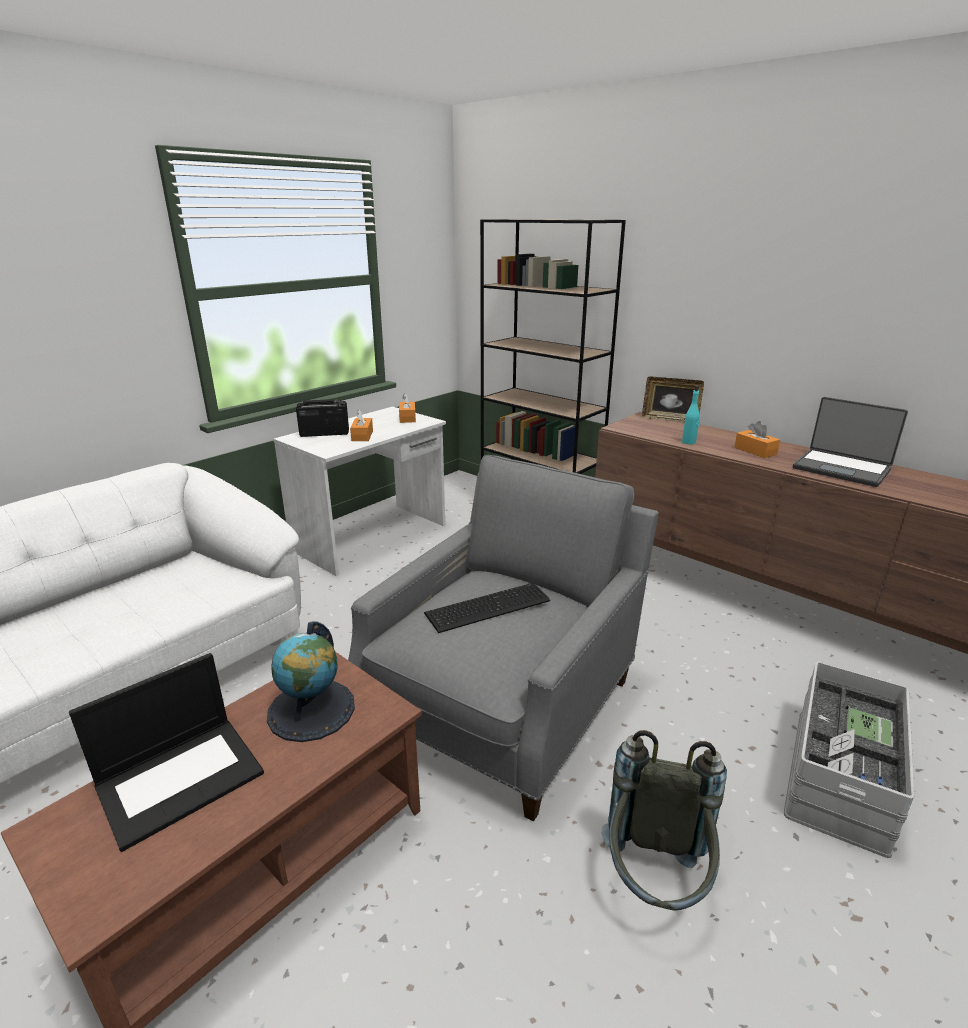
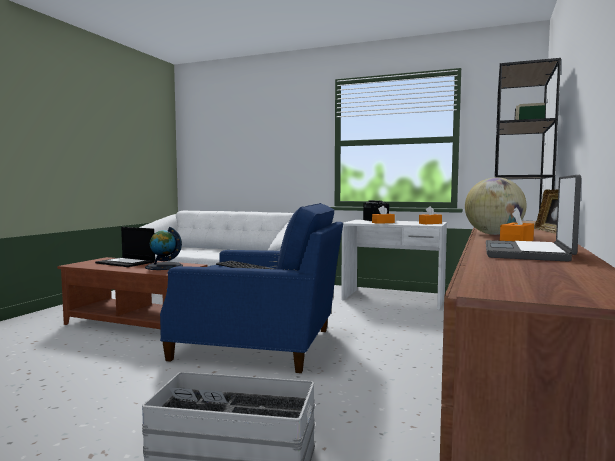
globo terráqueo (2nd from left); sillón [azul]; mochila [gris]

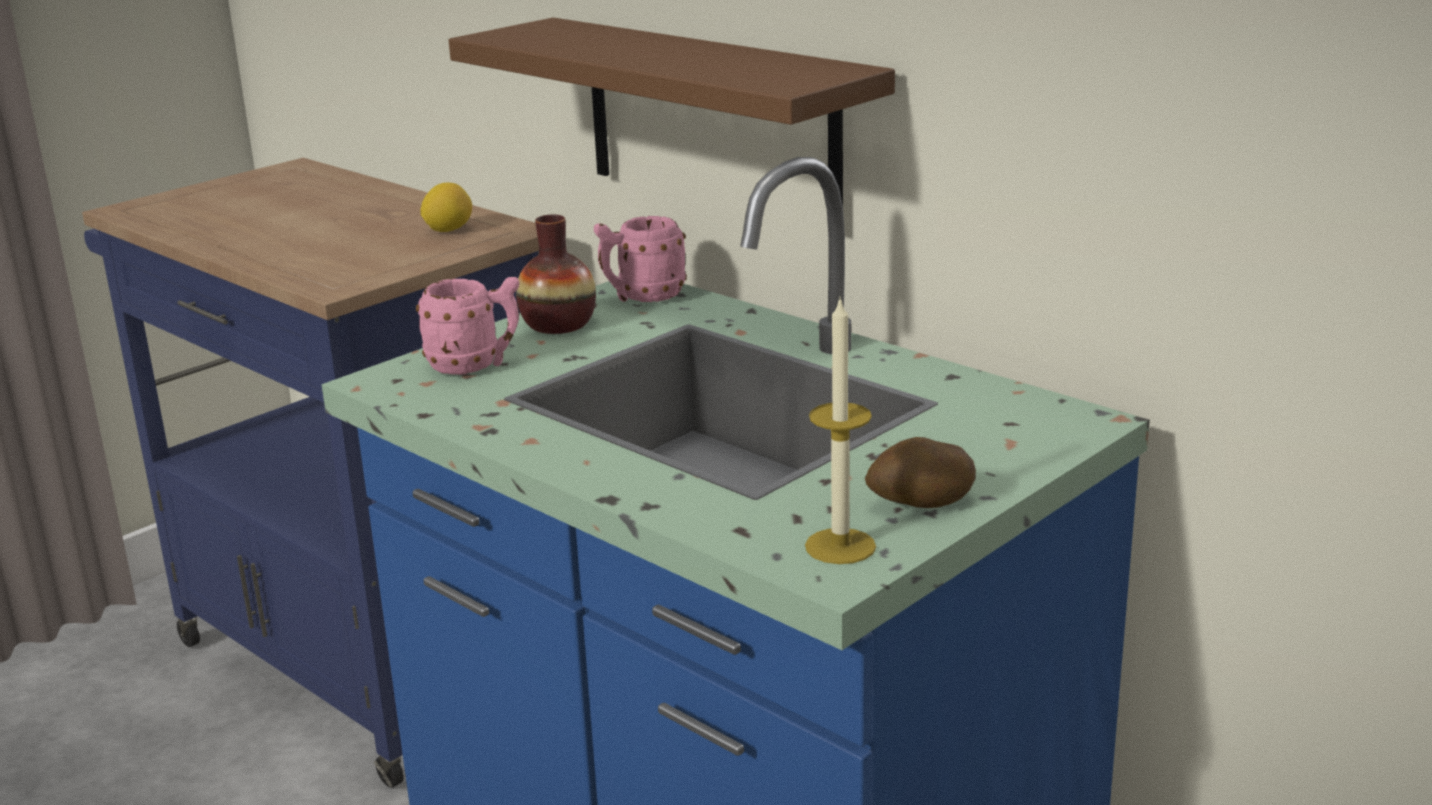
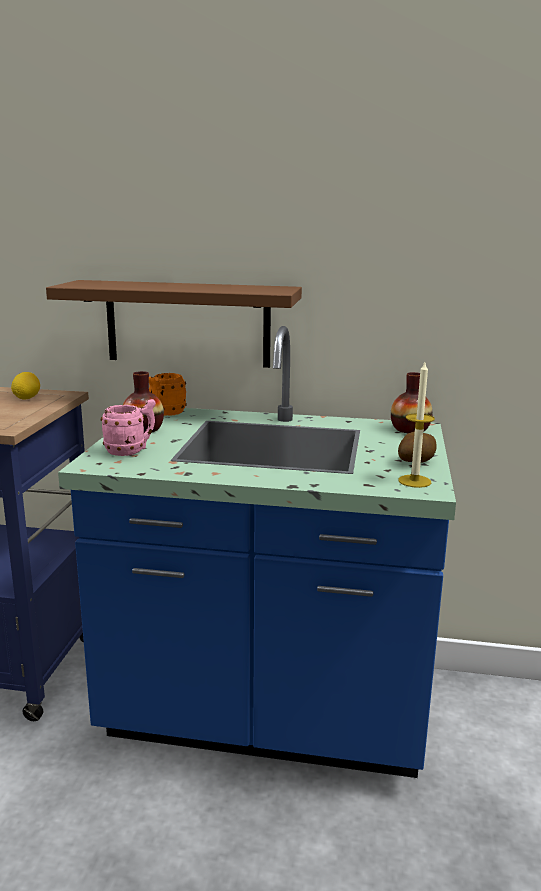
taza grande [naranja]; florero (2nd from left)

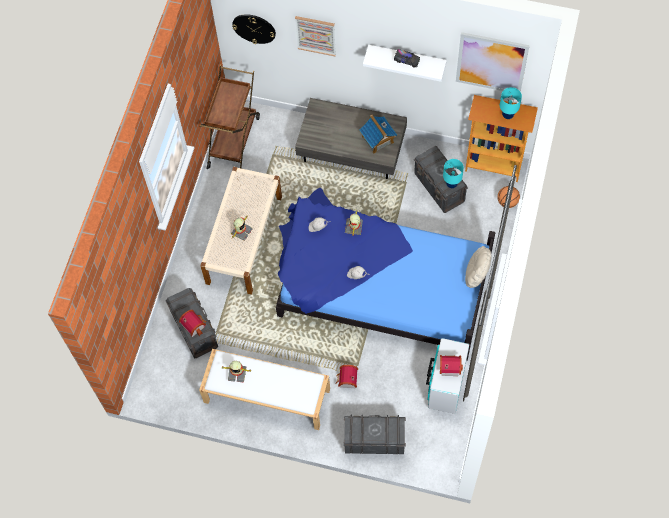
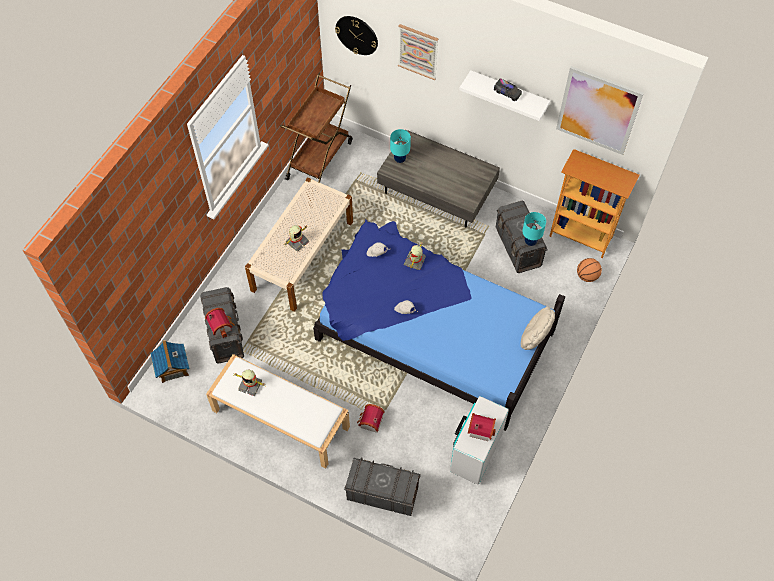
lámpara de mesa [turquesa] (1st from left); casita (1st from left)

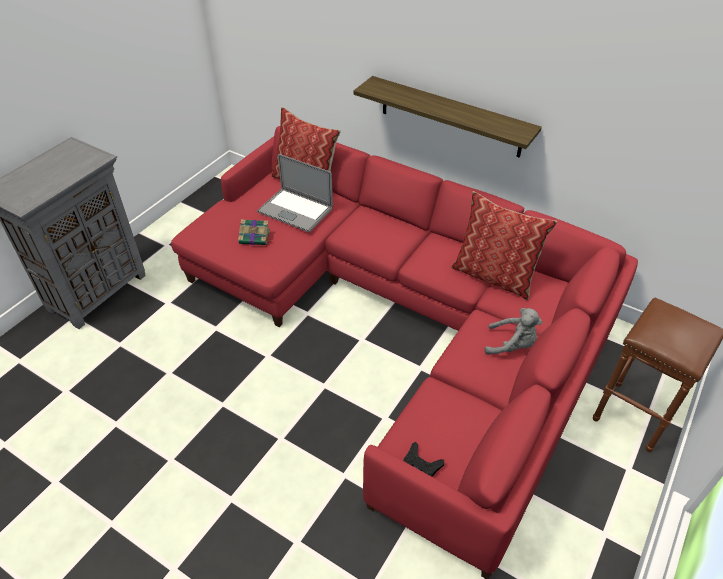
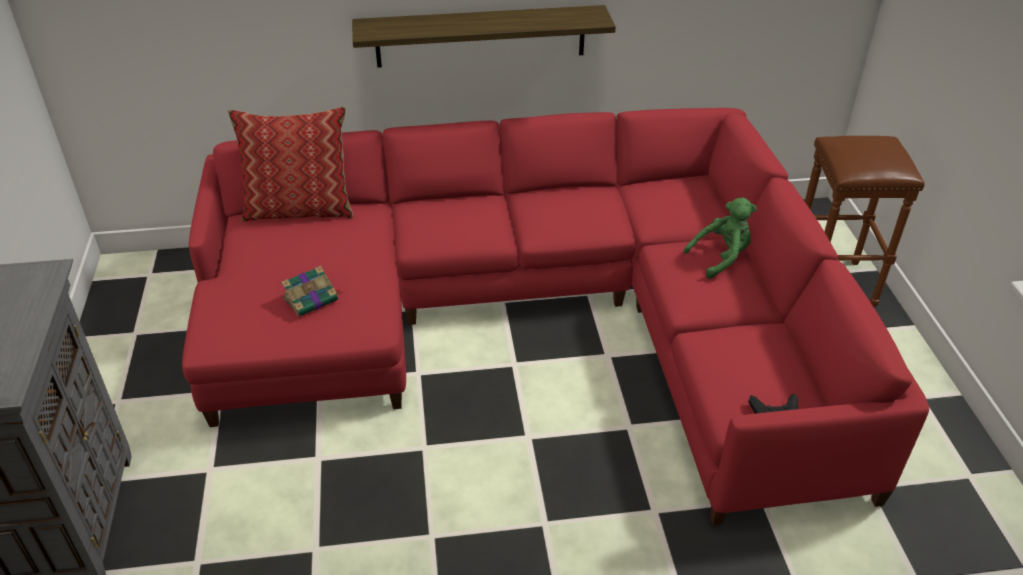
portátil; cojín (2nd from left in the first image); peluche [verde]

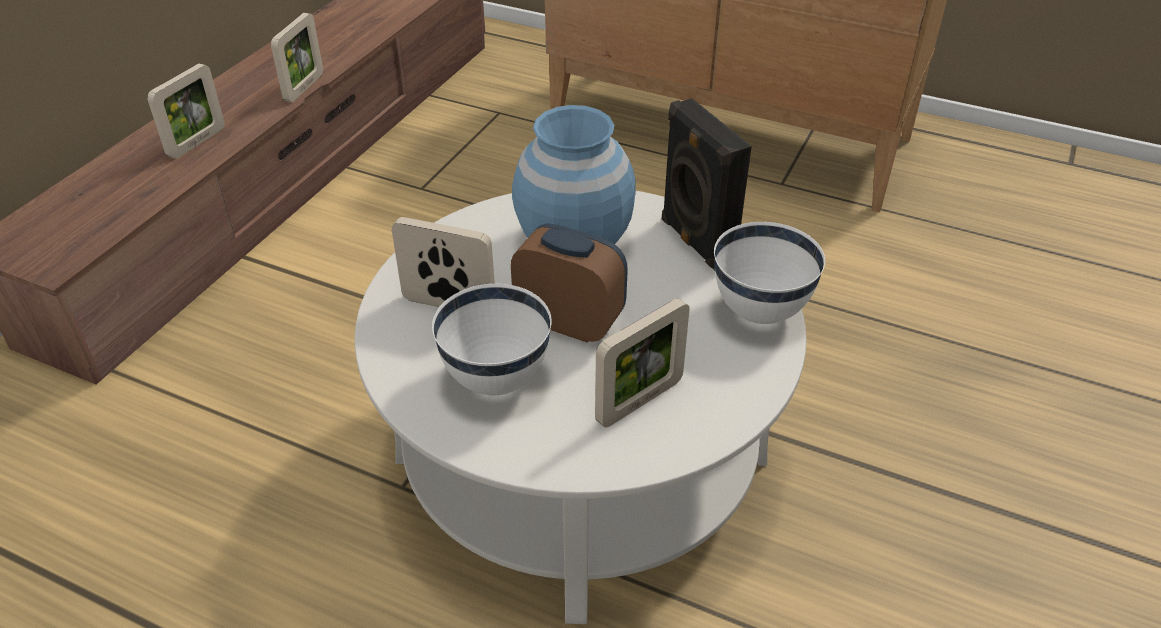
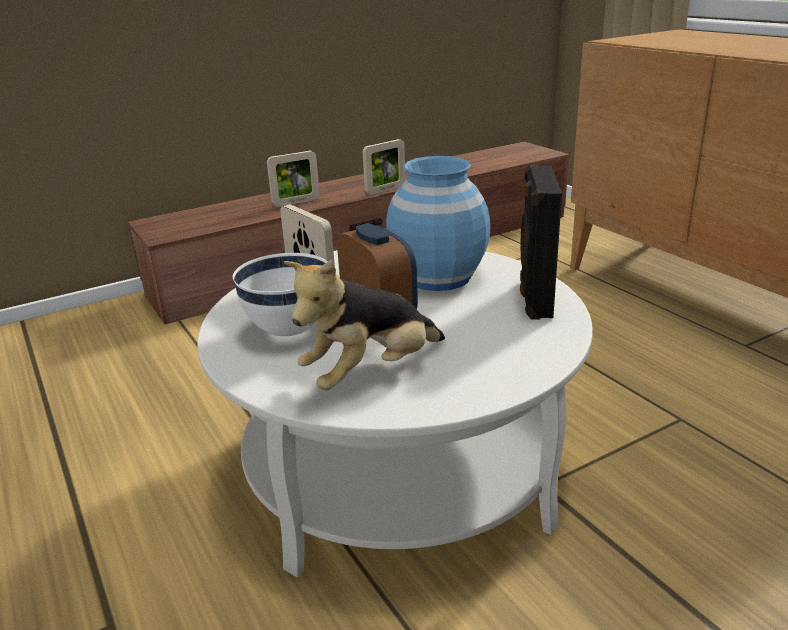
cuenco [blanco] (2nd from left in the first image); peluche

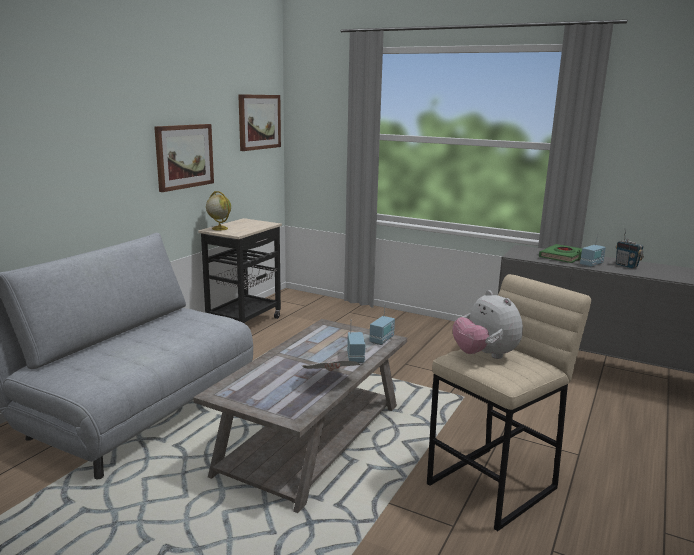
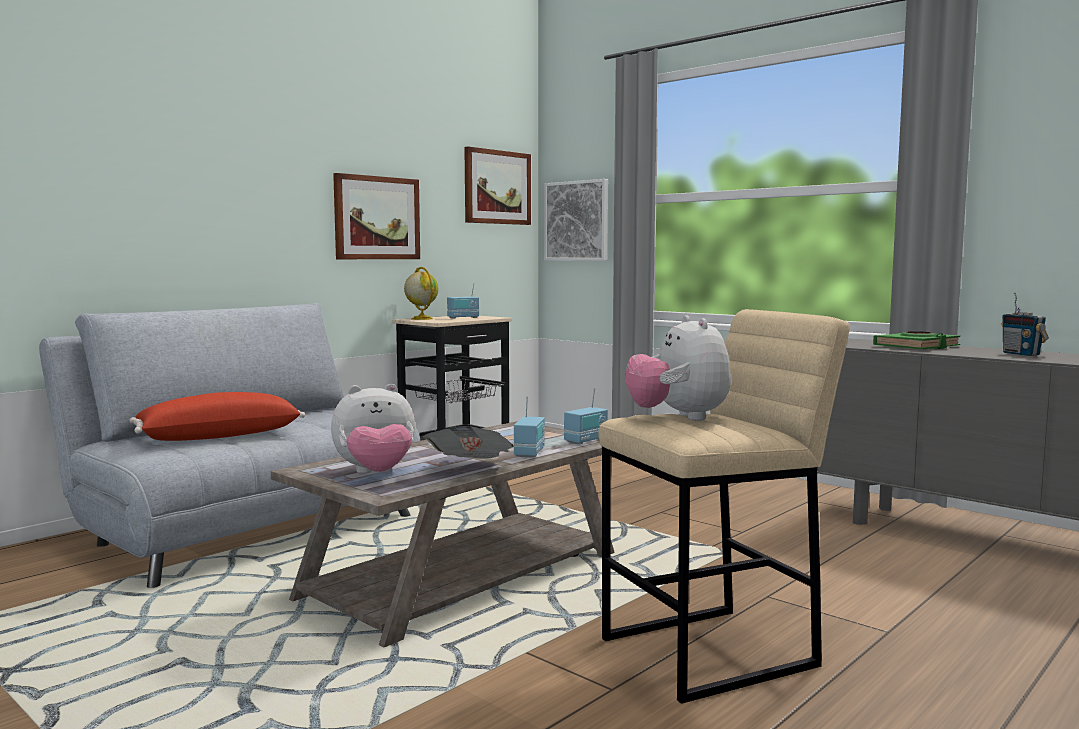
radio (1st from left); cuadro (3rd from left); peluche (1st from left); cojín [rojo]

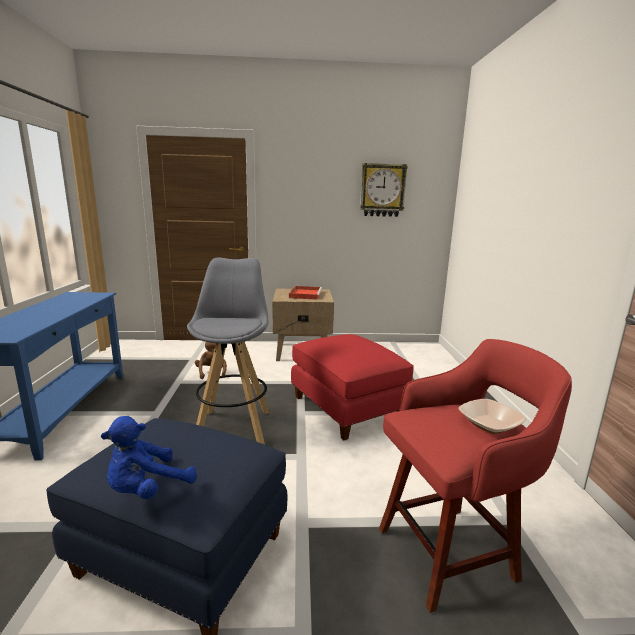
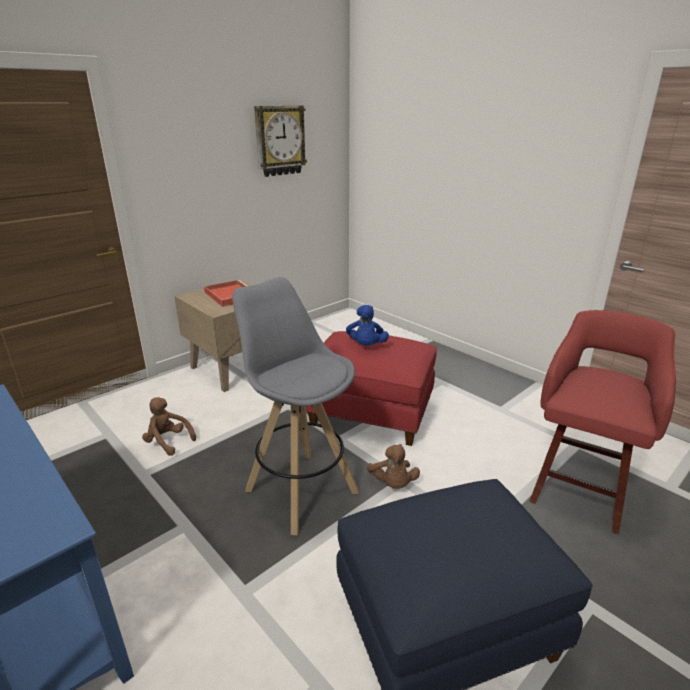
cuenco; peluche [azul]; peluche [marrón] (2nd from left)

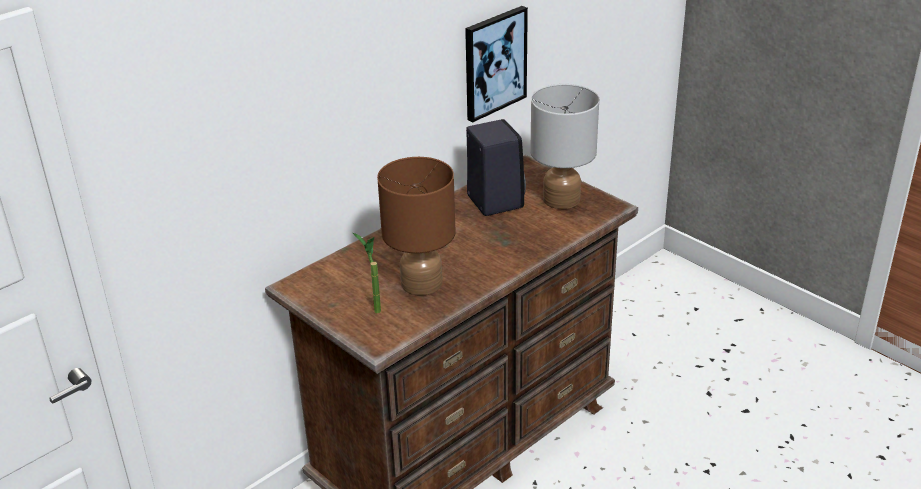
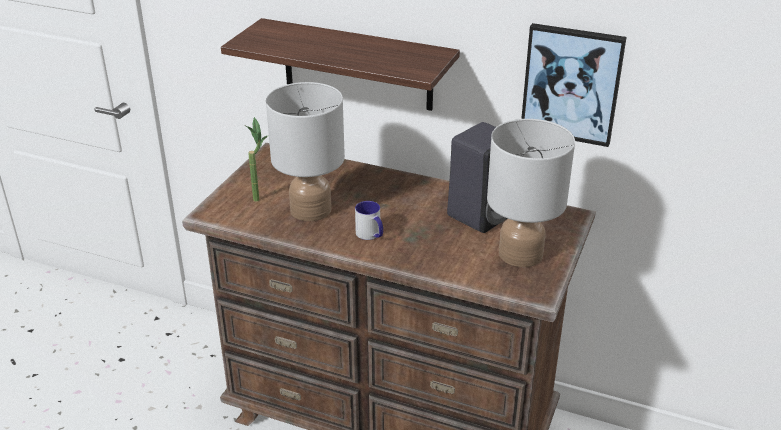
lámpara de mesa [gris] (1st from left); estante; taza grande

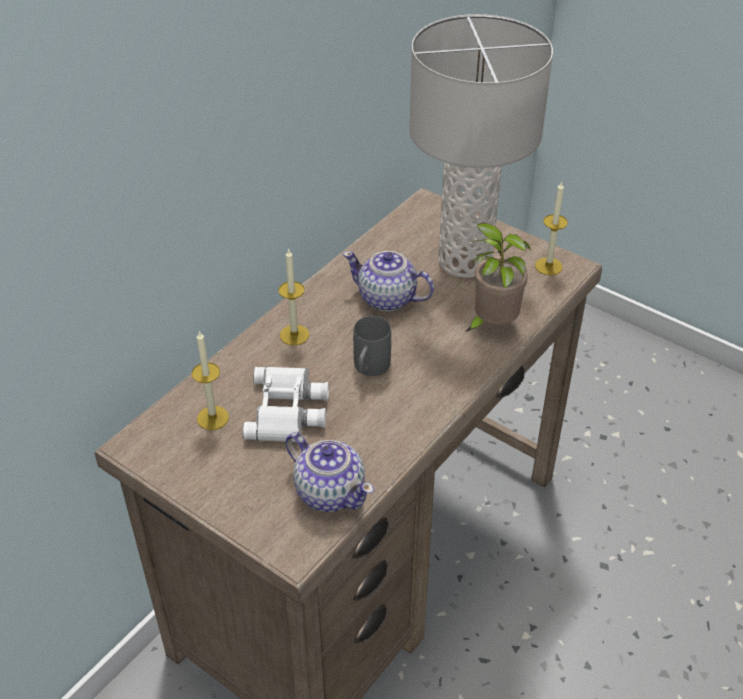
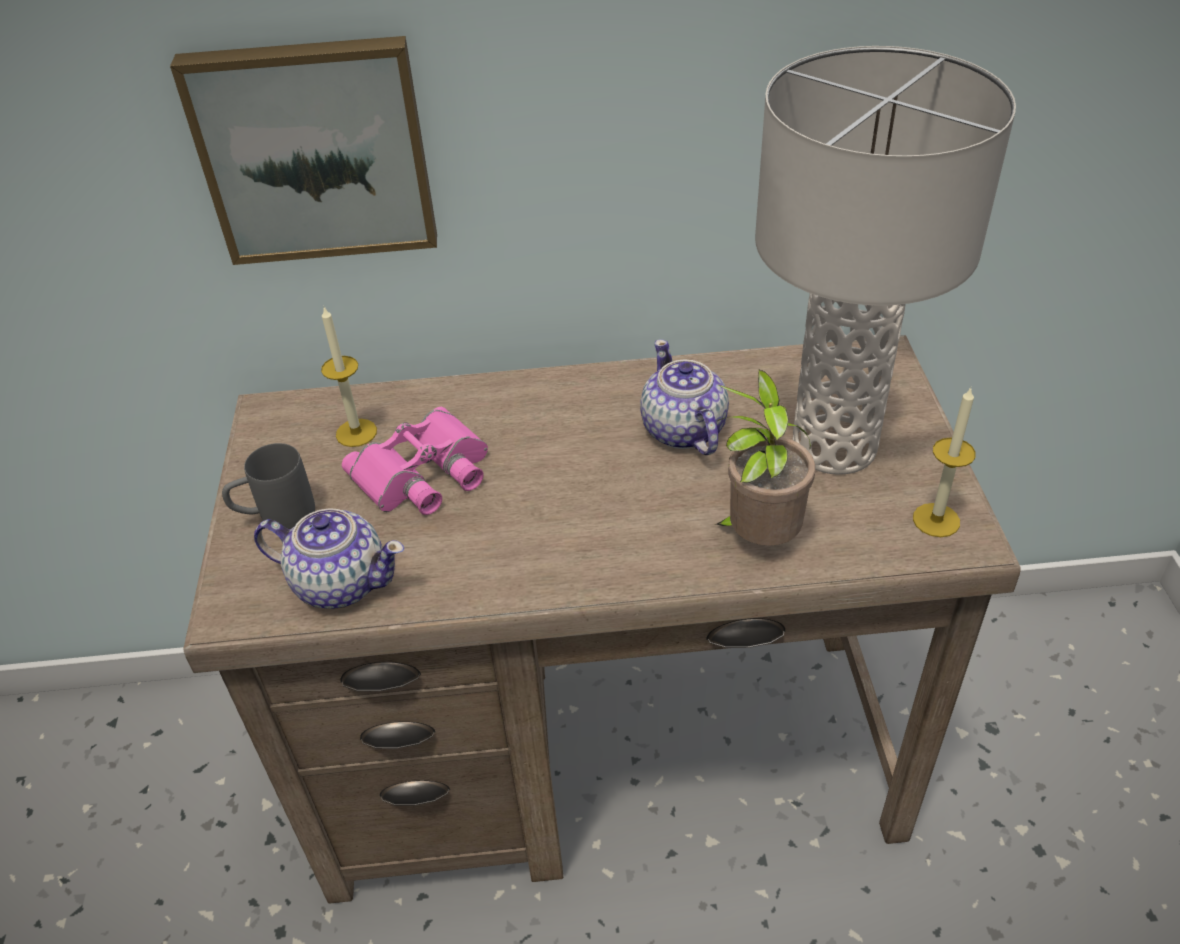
vela (2nd from left in the first image); taza grande [gris]; prismáticos [rosa]; tetera (1st from left); cuadro

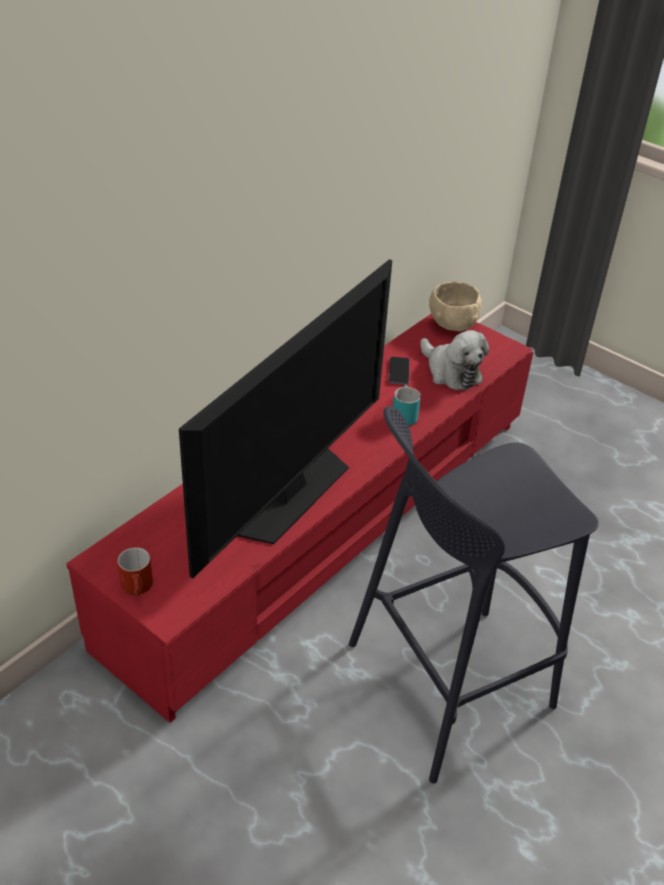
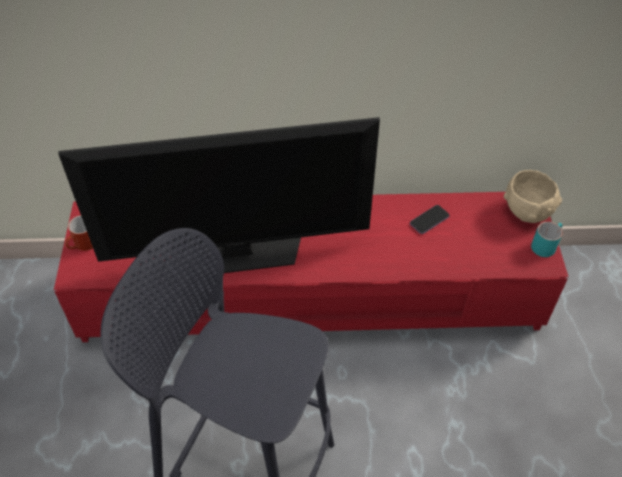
peluche; taza grande [turquesa]

